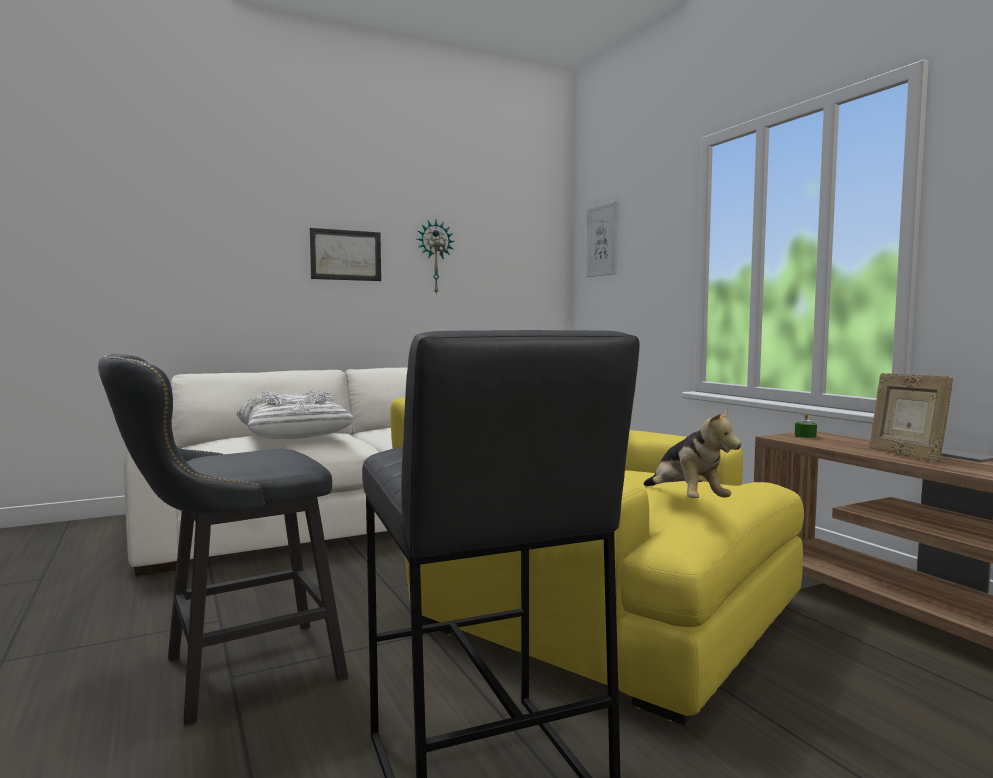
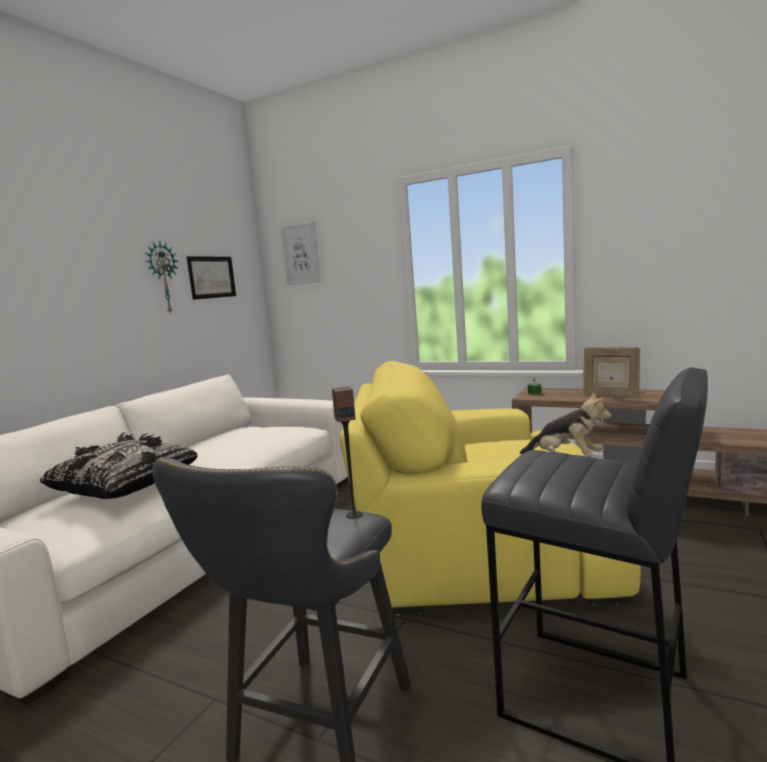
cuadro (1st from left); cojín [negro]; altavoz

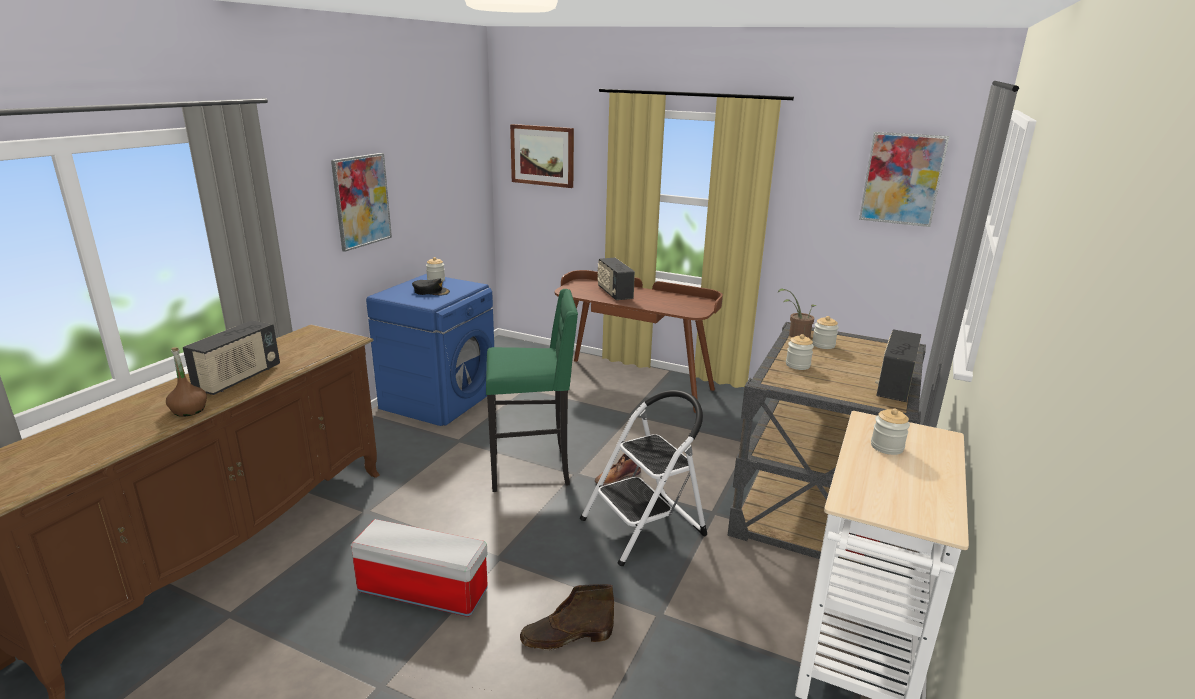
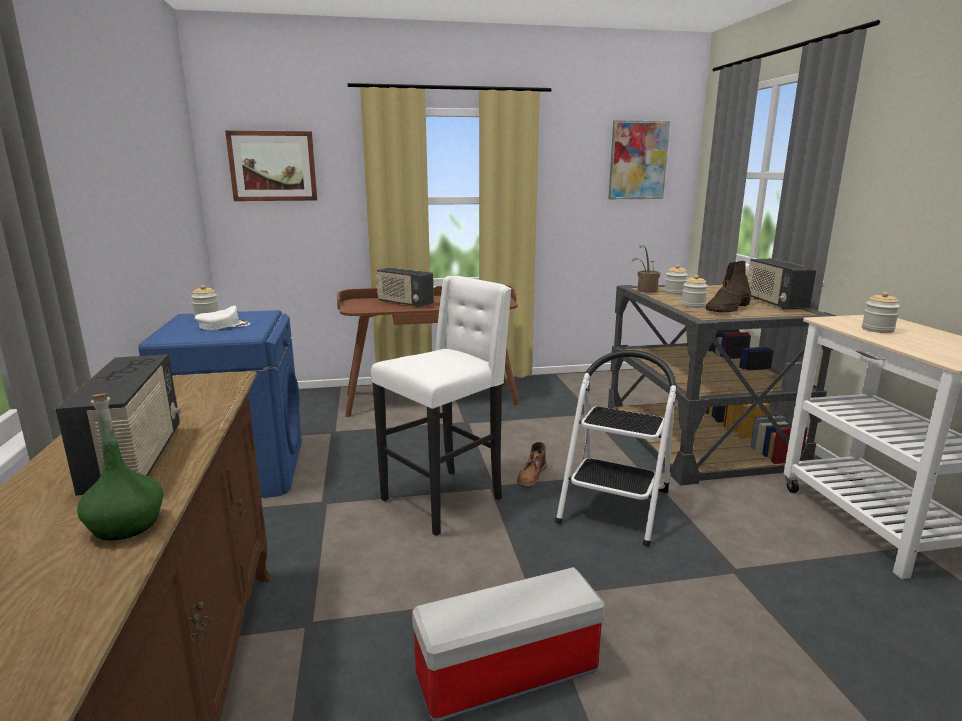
cuadro (1st from left in the first image); gorra [blanco]; taburete [blanco]; botella [verde]; bota [marrón] (2nd from left)

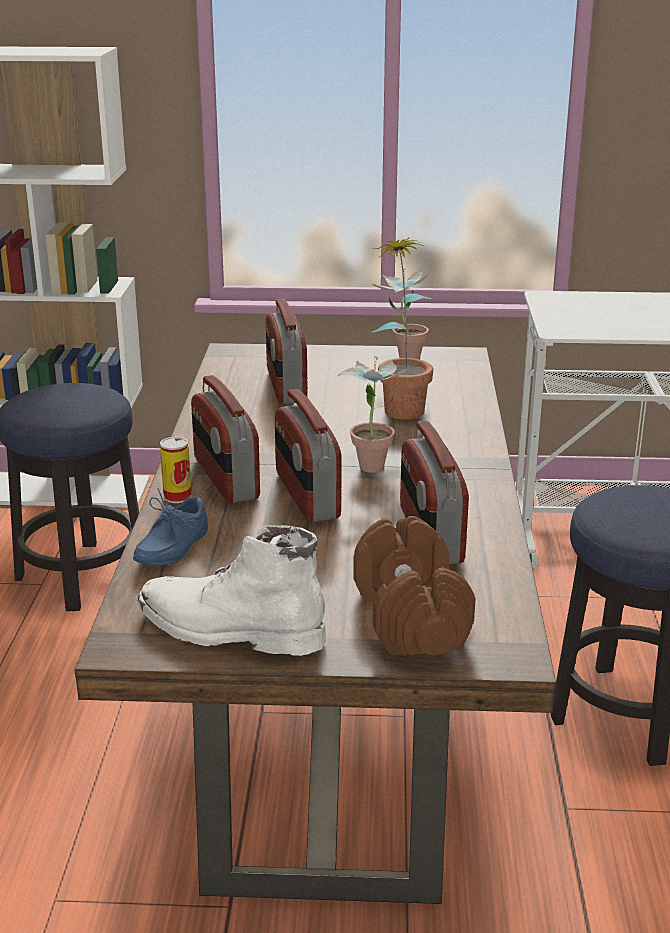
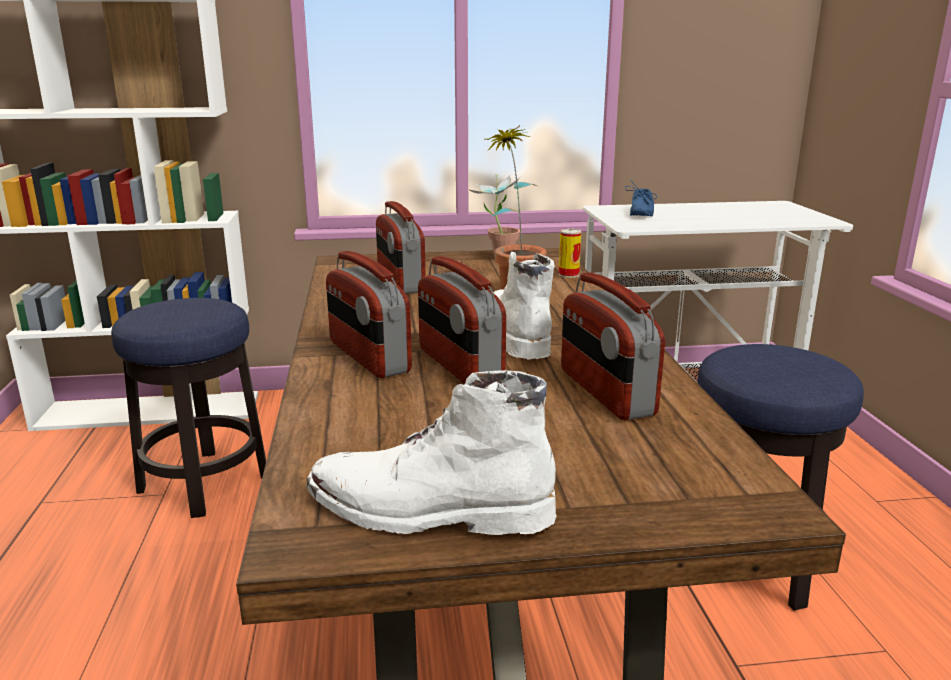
bota [blanco] (2nd from left); lata; zapato [azul]; mancuerna [marrón]

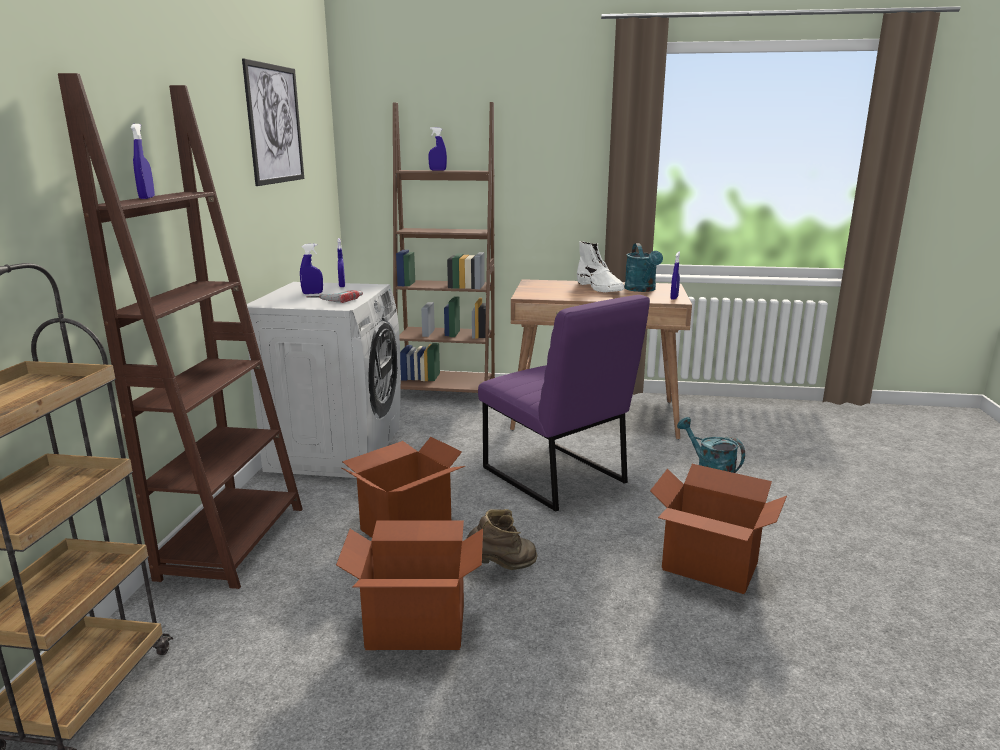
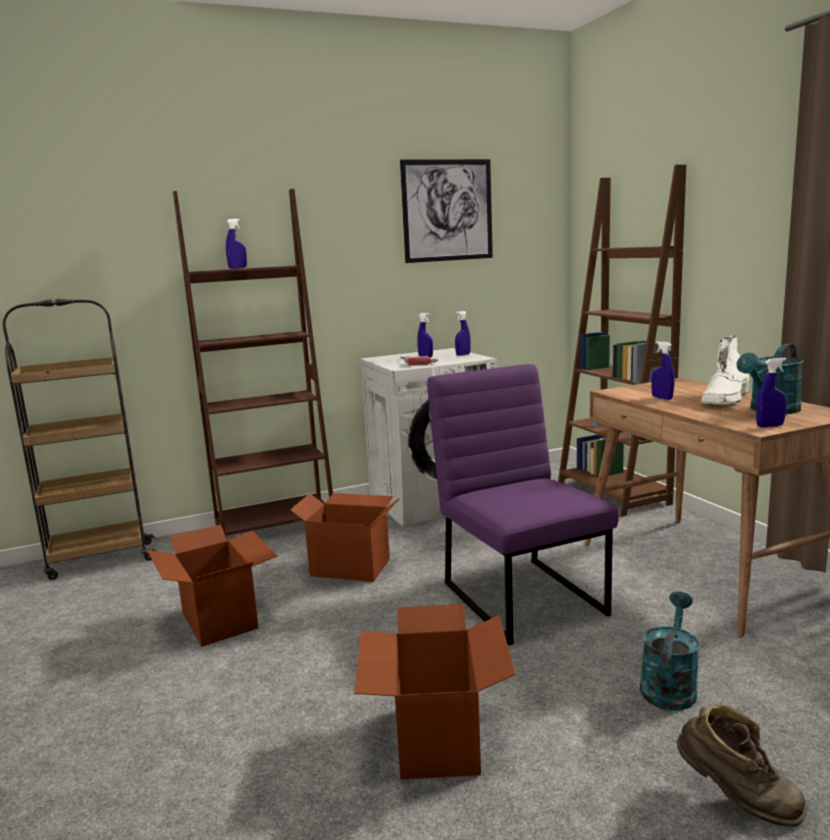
pulverizador [azul] (4th from left); silla [morado]; bota [marrón]

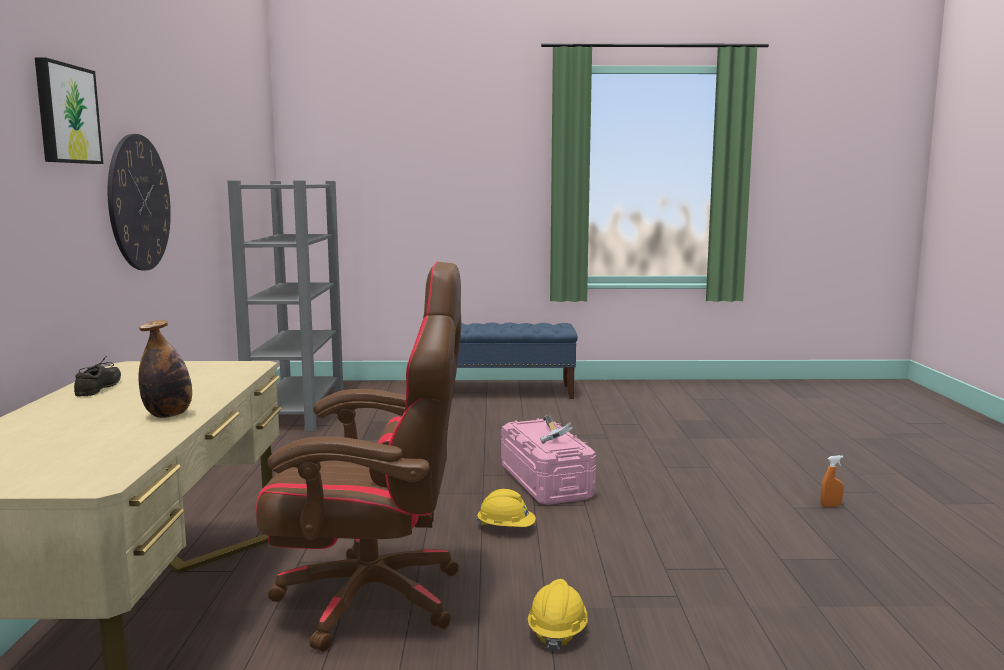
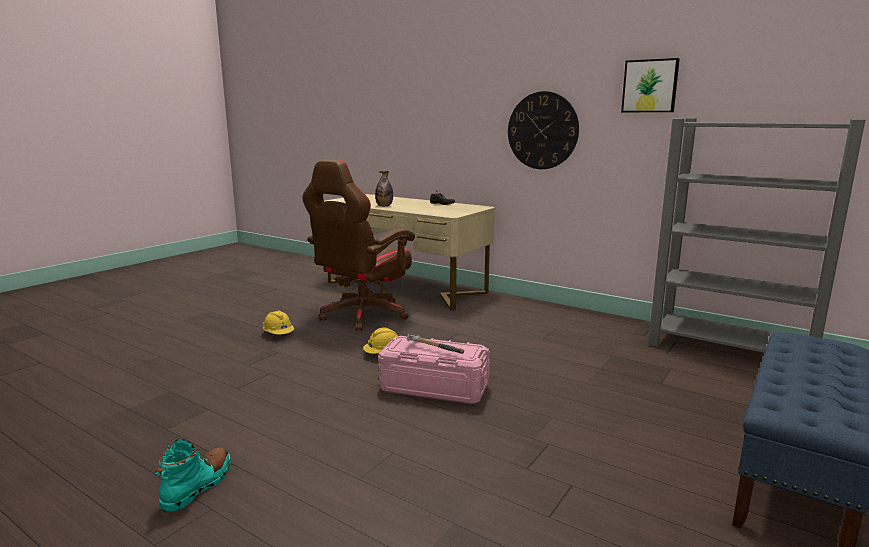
cuadro; bota [turquesa]

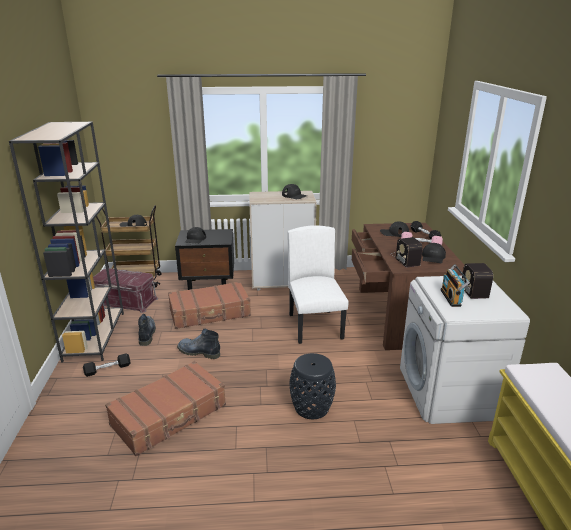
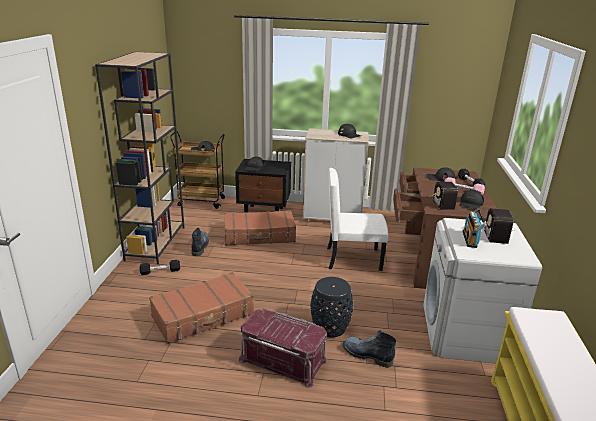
silla [blanco]; caja de almacenaje [rojo]; bota (2nd from left)

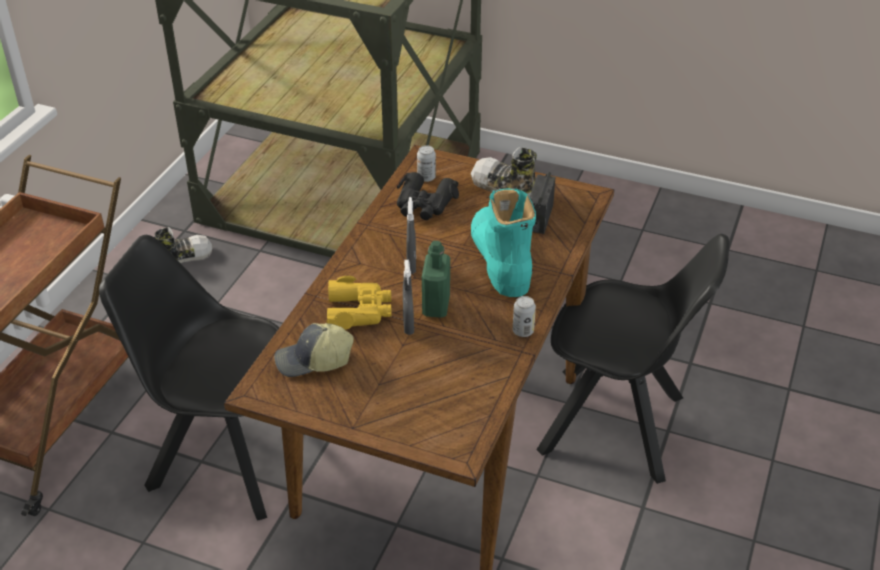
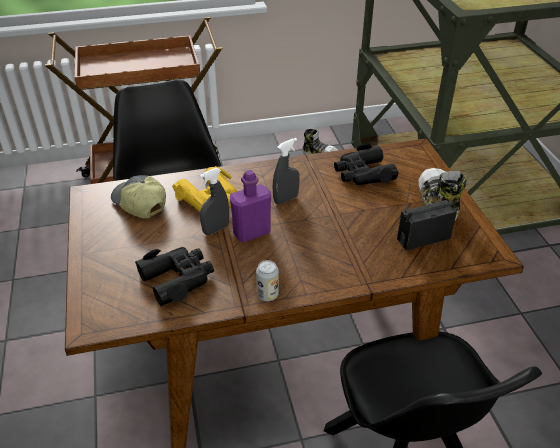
lata (1st from left in the first image); bota [turquesa]; botella [morado]; prismáticos [negro] (1st from left)

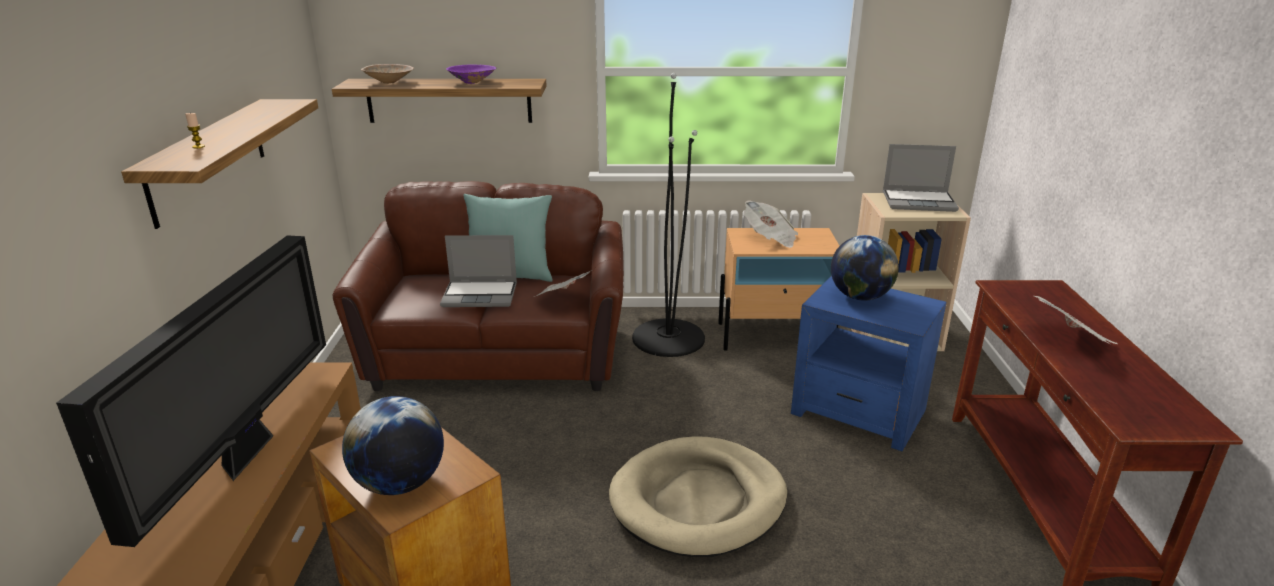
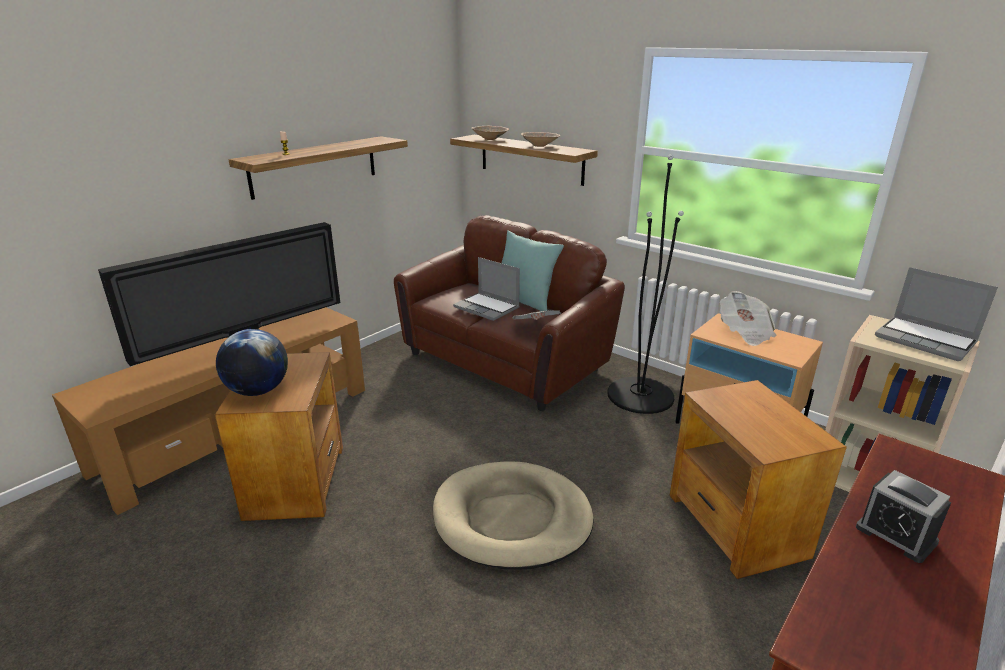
cuenco [beis] (2nd from left); globo terráqueo (2nd from left in the first image); mesa auxiliar [marrón] (2nd from left); despertador

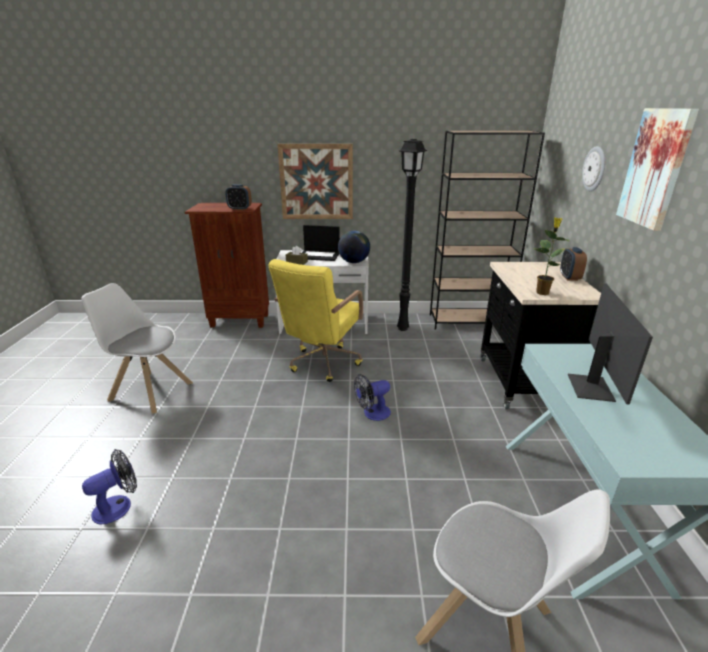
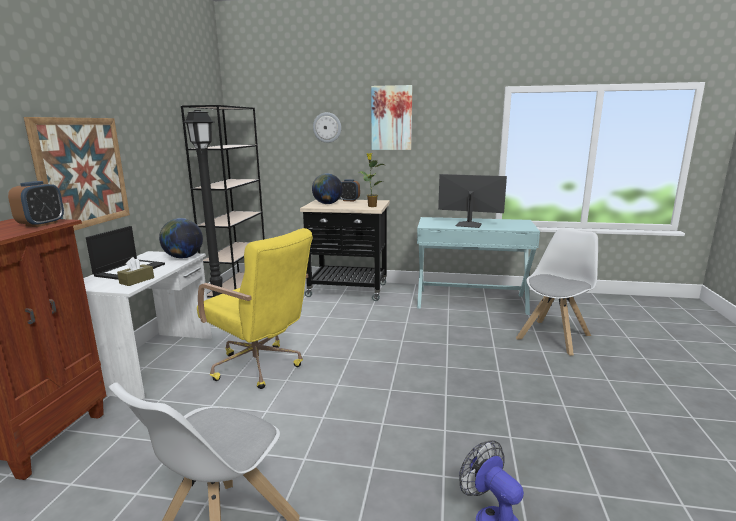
ventilador (2nd from left in the first image); globo terráqueo (2nd from left)

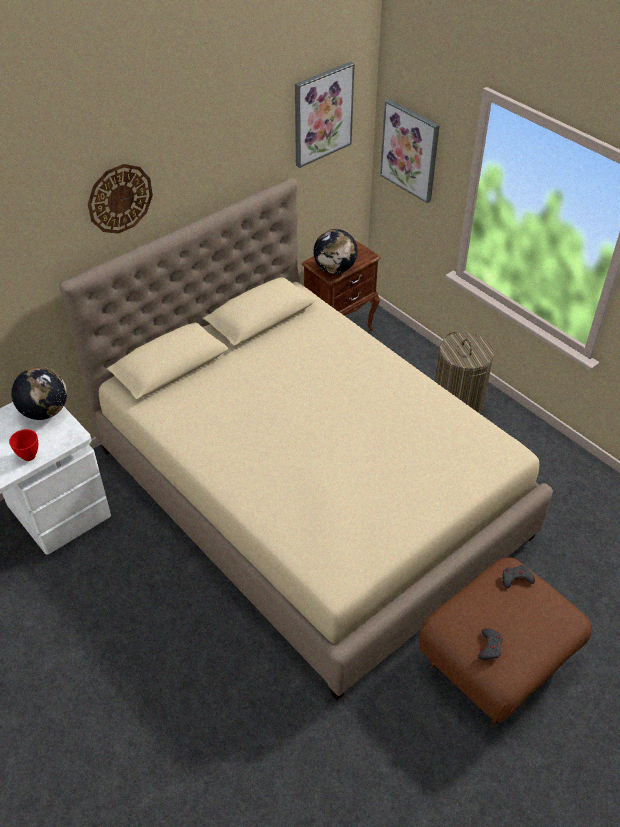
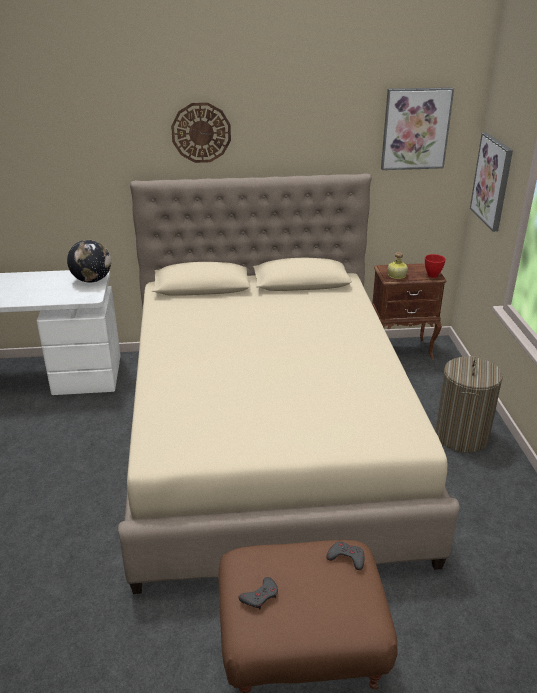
botella; cuenco [rojo]

